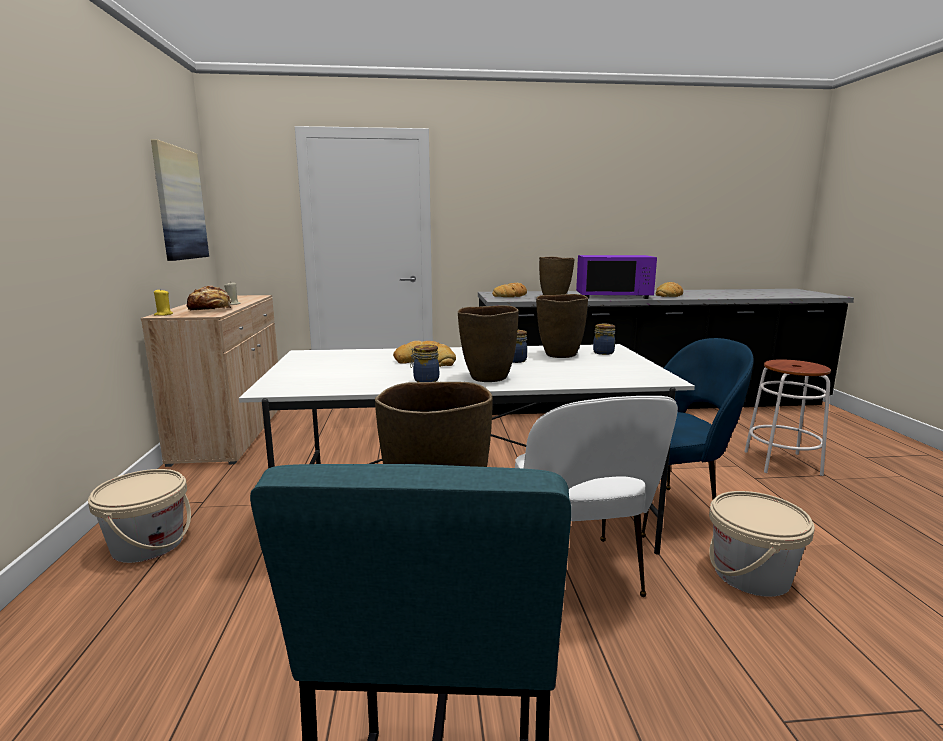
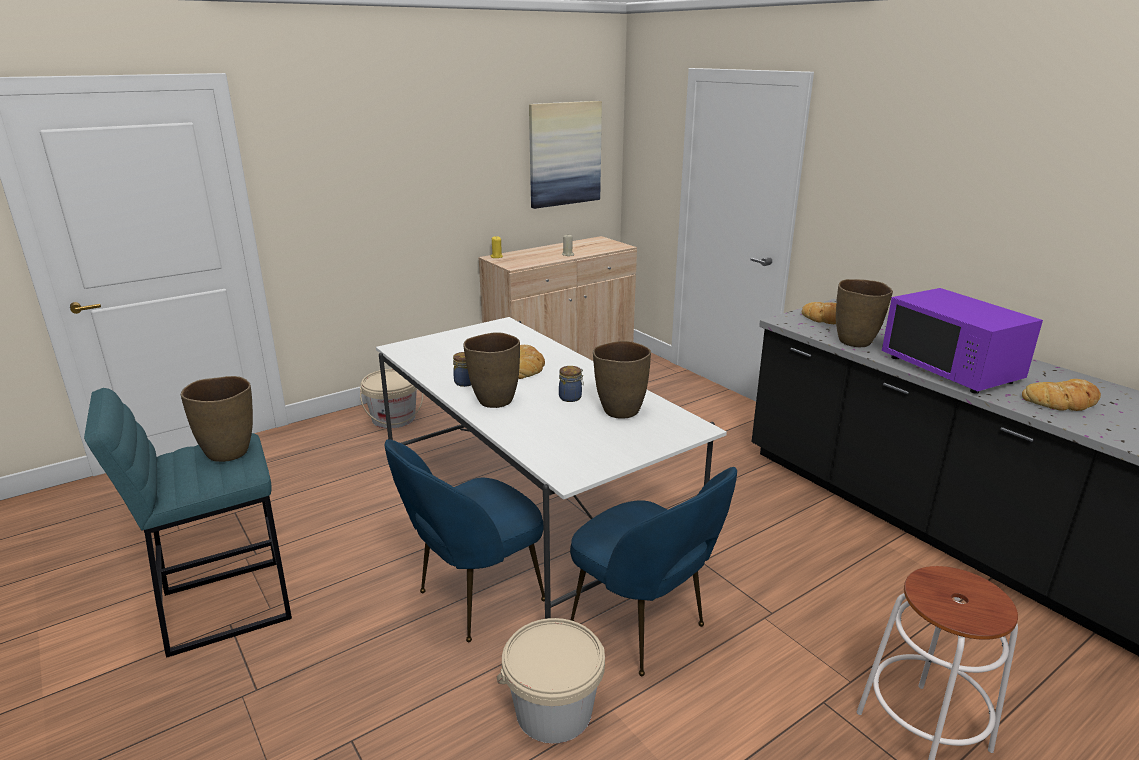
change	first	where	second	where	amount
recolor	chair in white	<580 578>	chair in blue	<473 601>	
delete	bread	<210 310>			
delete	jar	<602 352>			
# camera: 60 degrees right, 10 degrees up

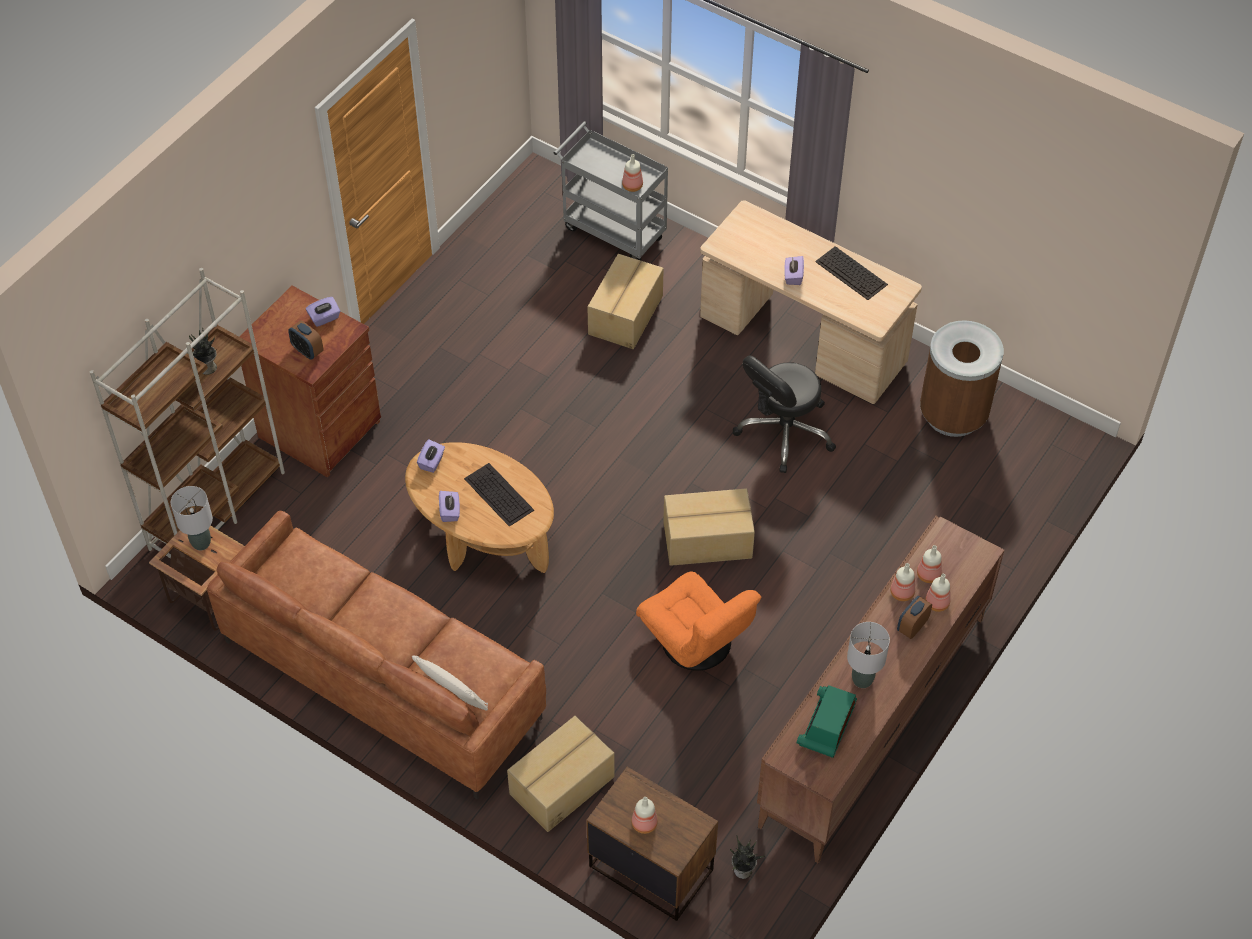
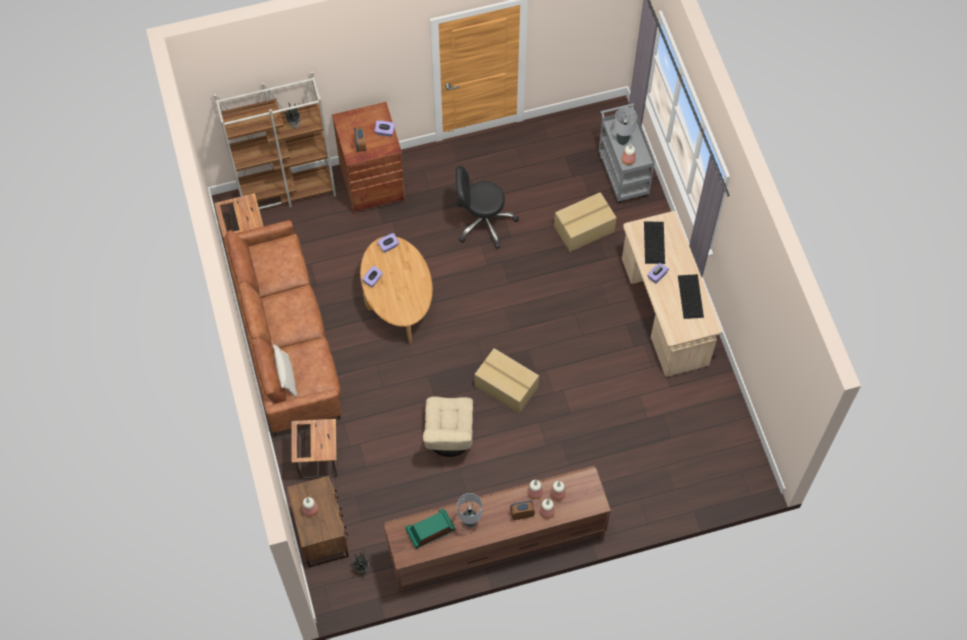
change	first	where	second	where	amount
replace	cardboard box	<561 784>	side table	<318 458>	
recolor	armchair in orange	<694 642>	armchair in beige	<448 436>	
move	office chair in black	<782 434>		<481 221>	
move	table lamp in grey	<201 543>		<622 140>	
move	keyboard	<498 494>		<654 242>	
delete	trash can in brown	<953 414>			
# camera: 40 degrees right, 10 degrees up

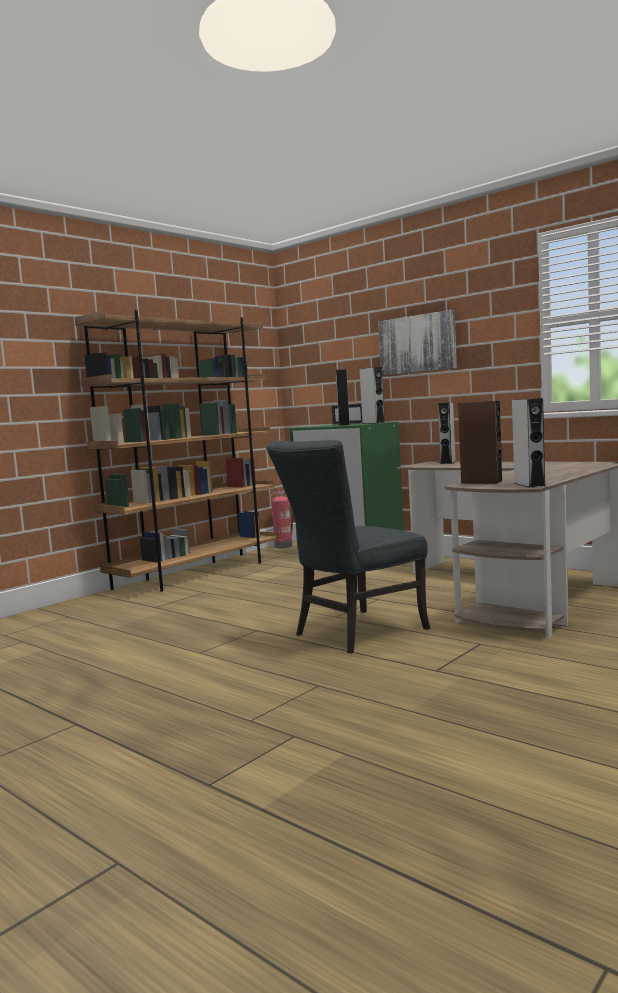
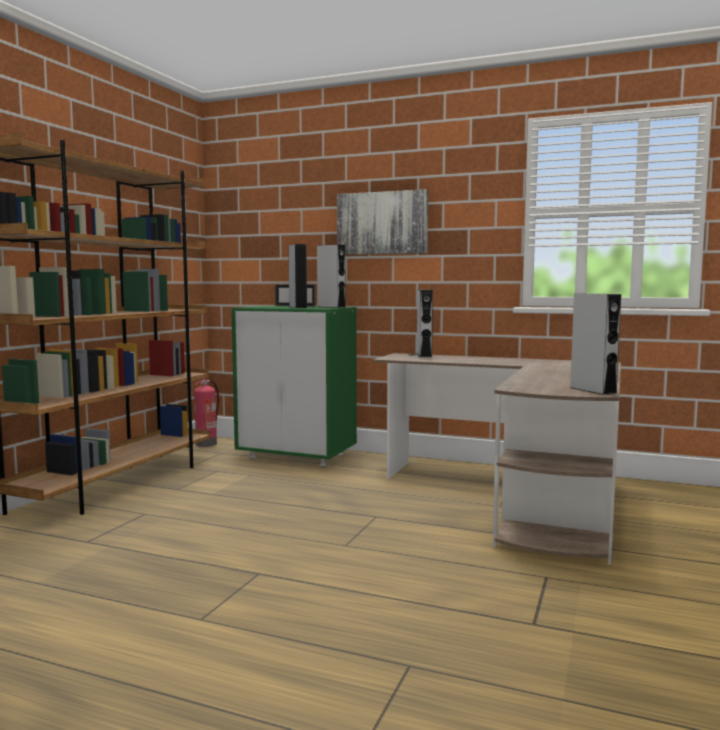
change	first	where	second	where	amount
delete	chair in grey	<353 633>			
delete	speaker in brown	<481 482>			
# camera: 20 degrees left, 0 degrees up

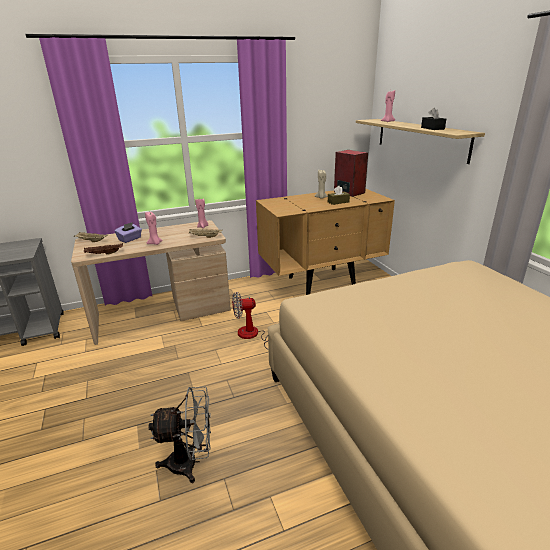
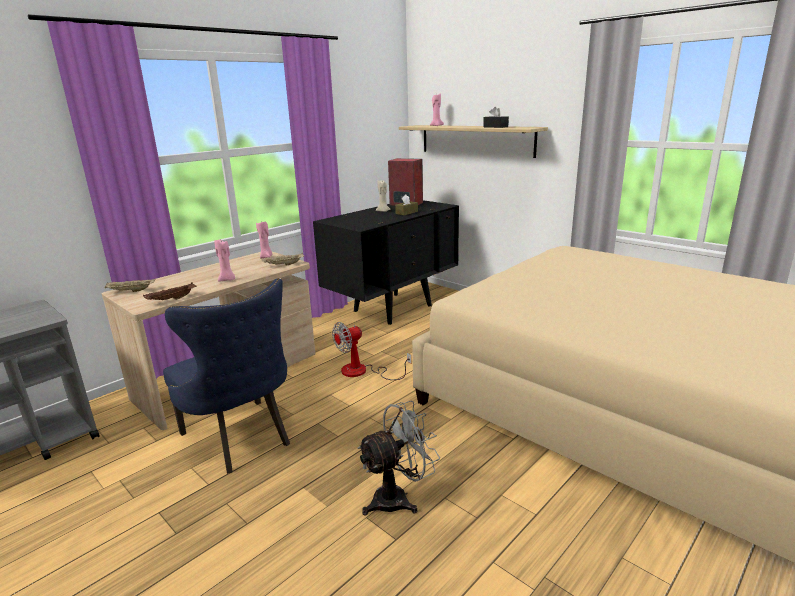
change	first	where	second	where	amount
insert			chair in blue	<241 438>	
recolor	dresser in beige	<322 282>	dresser in black	<393 308>	
delete	tissue box in purple	<130 239>			
# camera: 25 degrees left, 5 degrees down

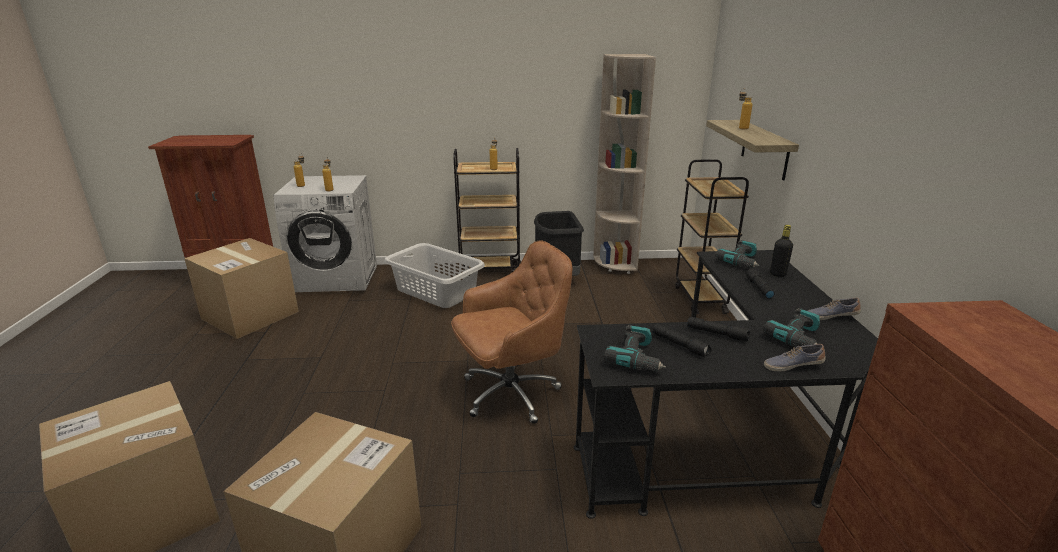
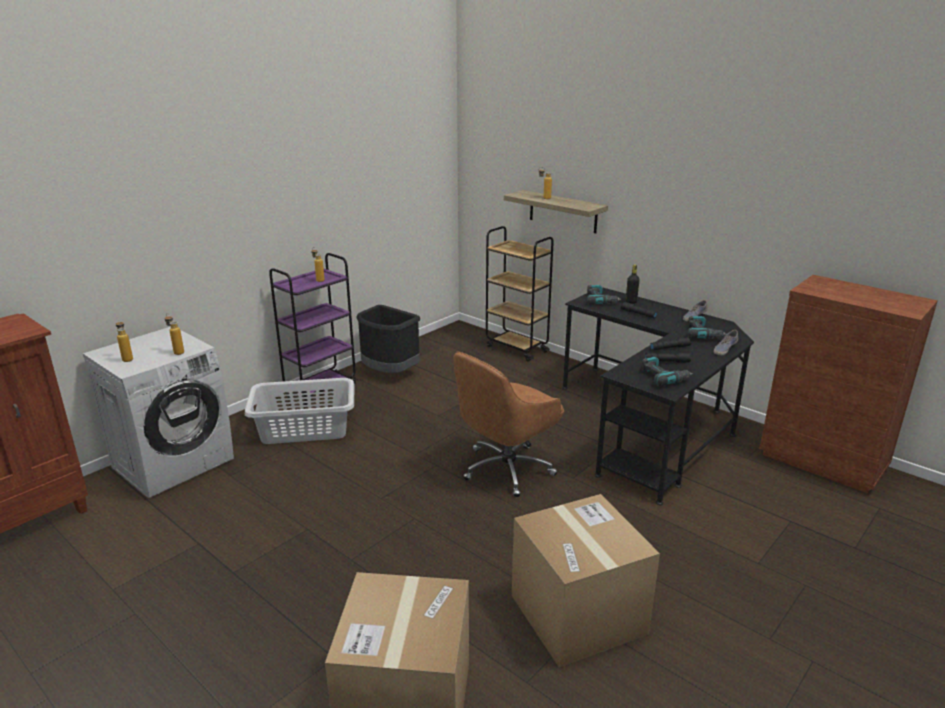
change	first	where	second	where	amount
recolor	cart in brown	<491 270>	cart in purple	<321 390>	
rotate	office chair in brown	<511 393>		<506 469>	150 degrees counterclockwise
delete	cardboard box	<250 315>			
delete	bookcase in beige	<615 267>			
# camera: 45 degrees left, 0 degrees up

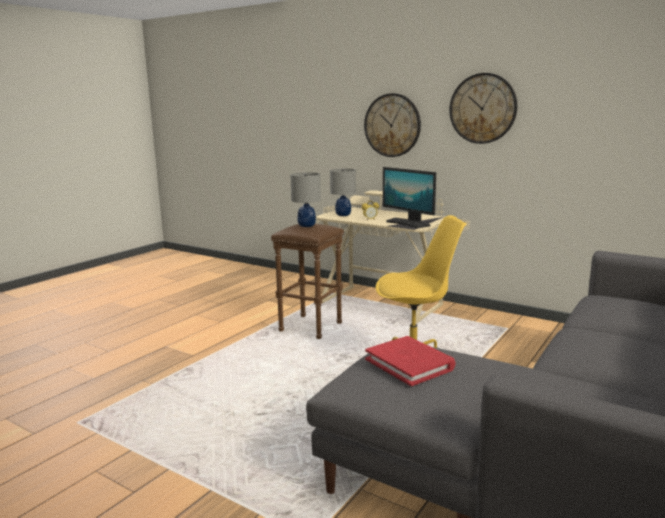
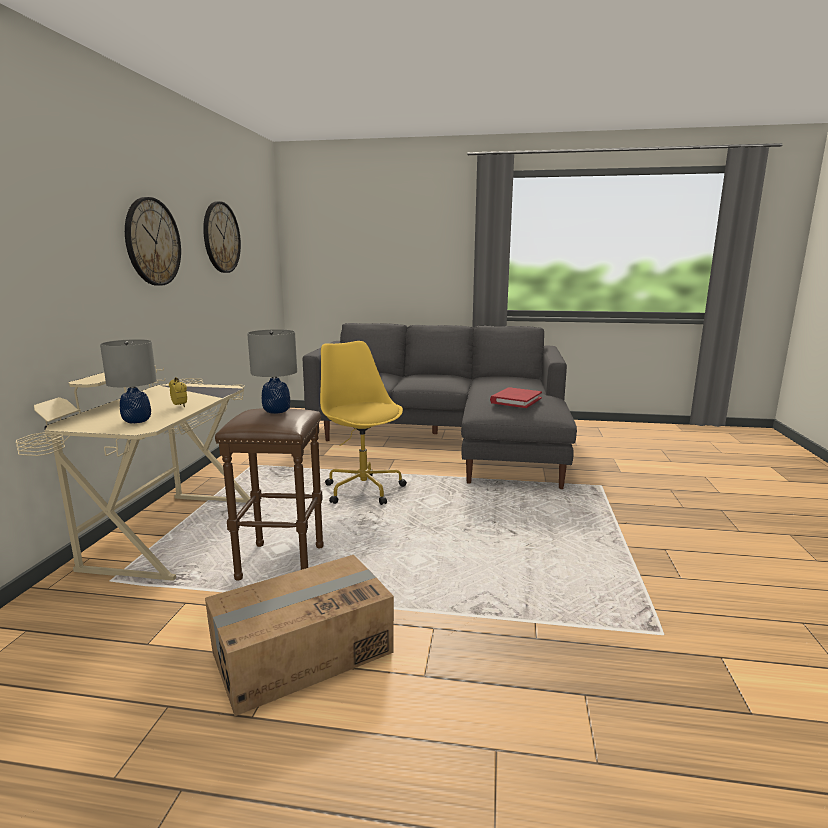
change	first	where	second	where	amount
move	wall clock	<392 125>		<221 237>	
insert			cardboard box	<302 652>	
delete	monitor	<408 223>			
# camera: 115 degrees left, 0 degrees up

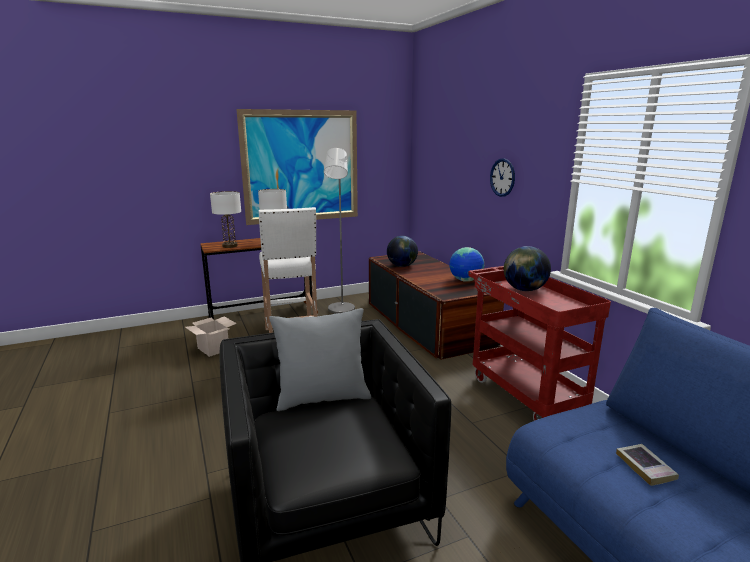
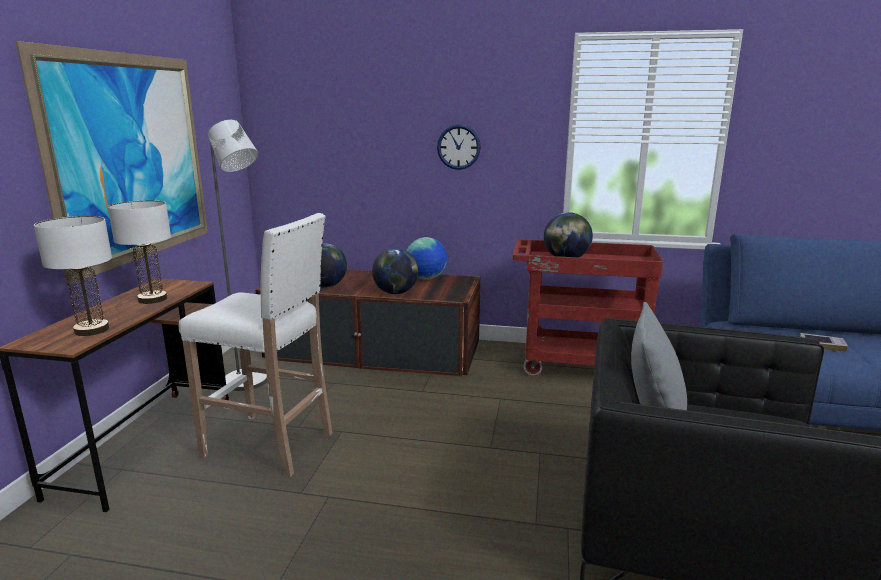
change	first	where	second	where	amount
insert			globe	<396 293>	
delete	cardboard box	<214 349>			
# camera: 55 degrees left, 0 degrees up

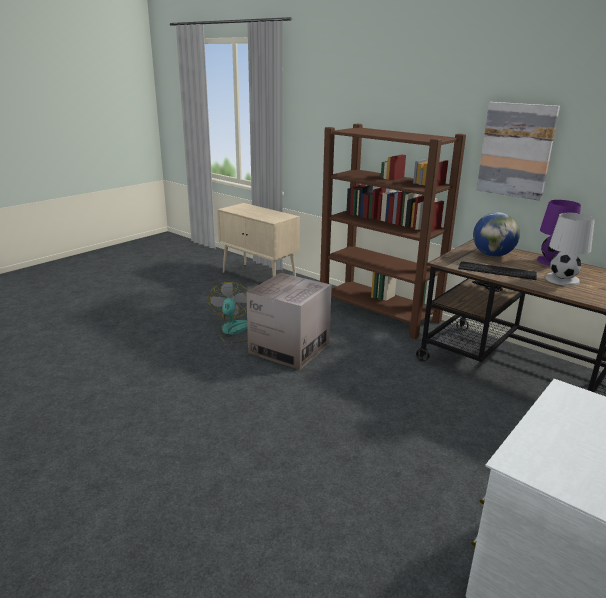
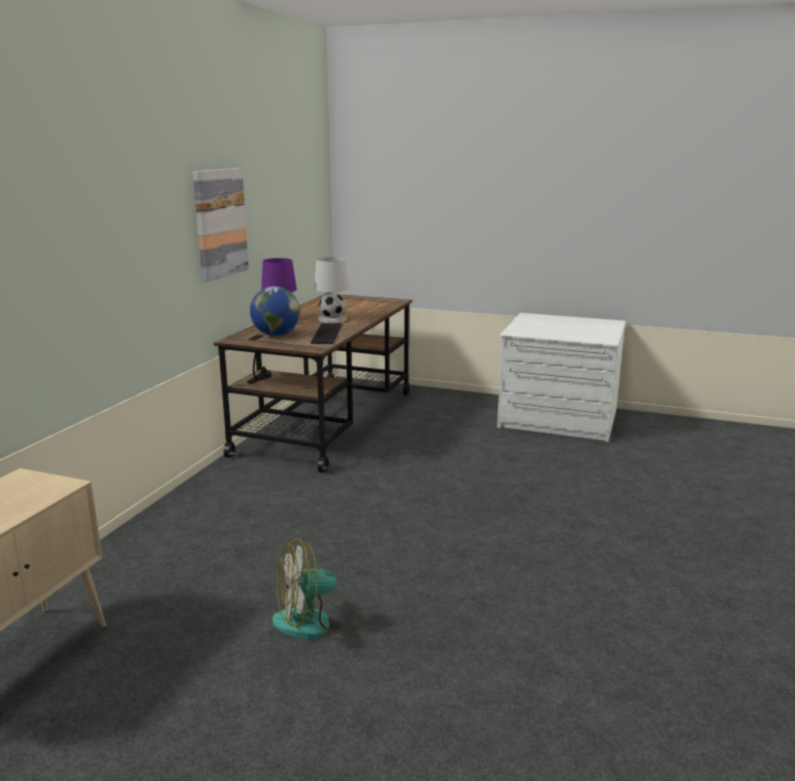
change	first	where	second	where	amount
delete	cardboard box	<289 348>			
delete	bookcase in brown	<378 313>			
# camera: 110 degrees left, 5 degrees down

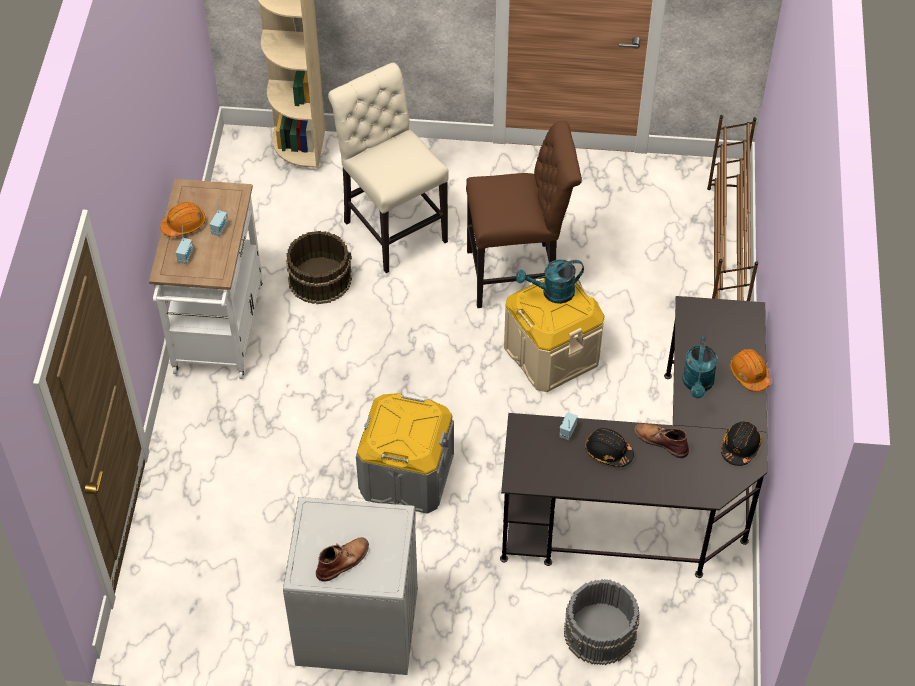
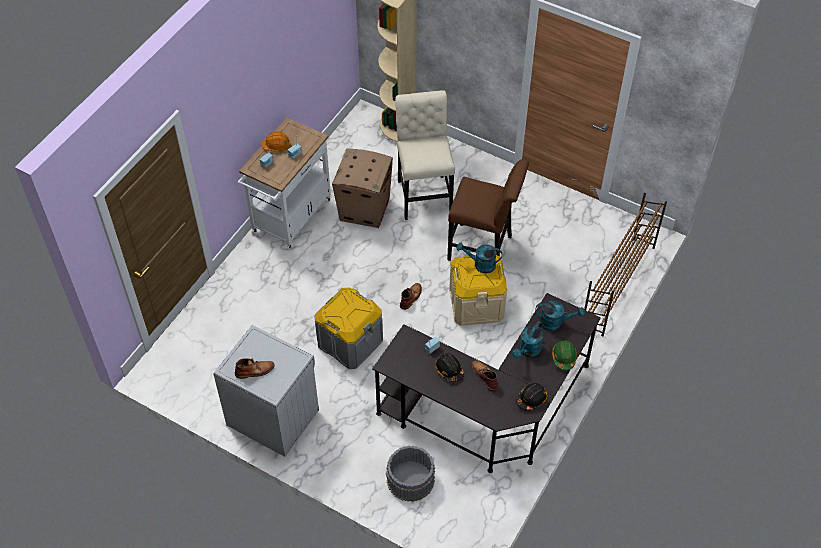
change	first	where	second	where	amount
replace	bucket in brown	<320 278>	cardboard box	<365 209>	
insert			boot in brown	<411 297>	
insert			watering can in turquoise	<555 322>	
recolor	hard hat in orange	<749 374>	hard hat in green	<564 357>	
# camera: 25 degrees right, 0 degrees up

